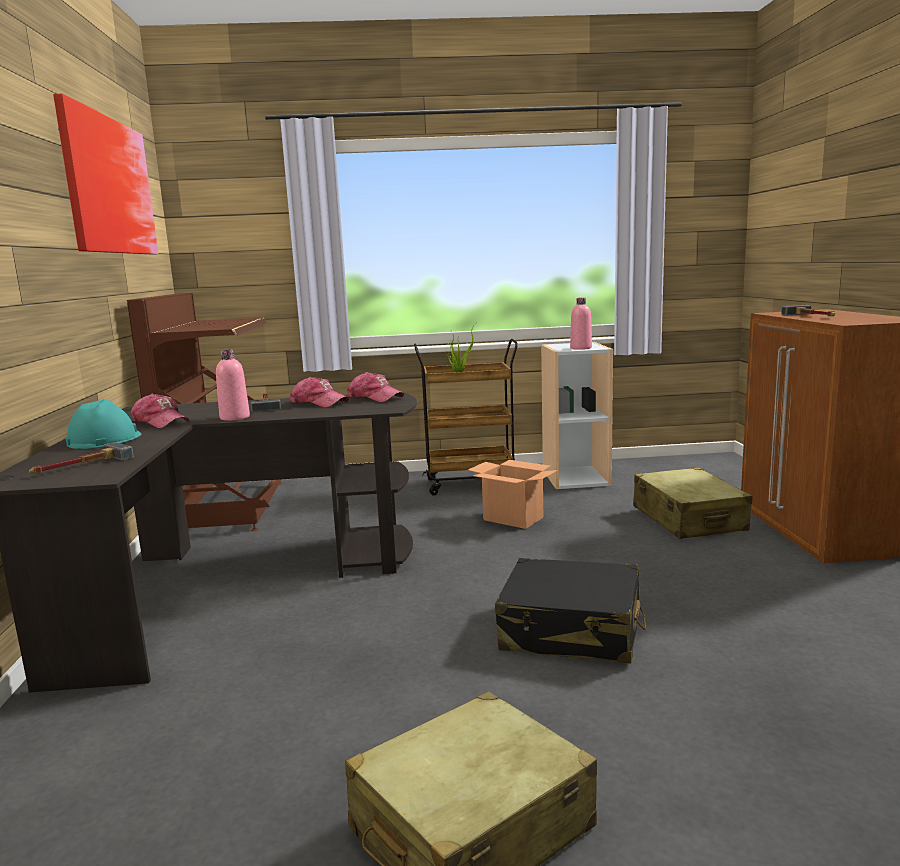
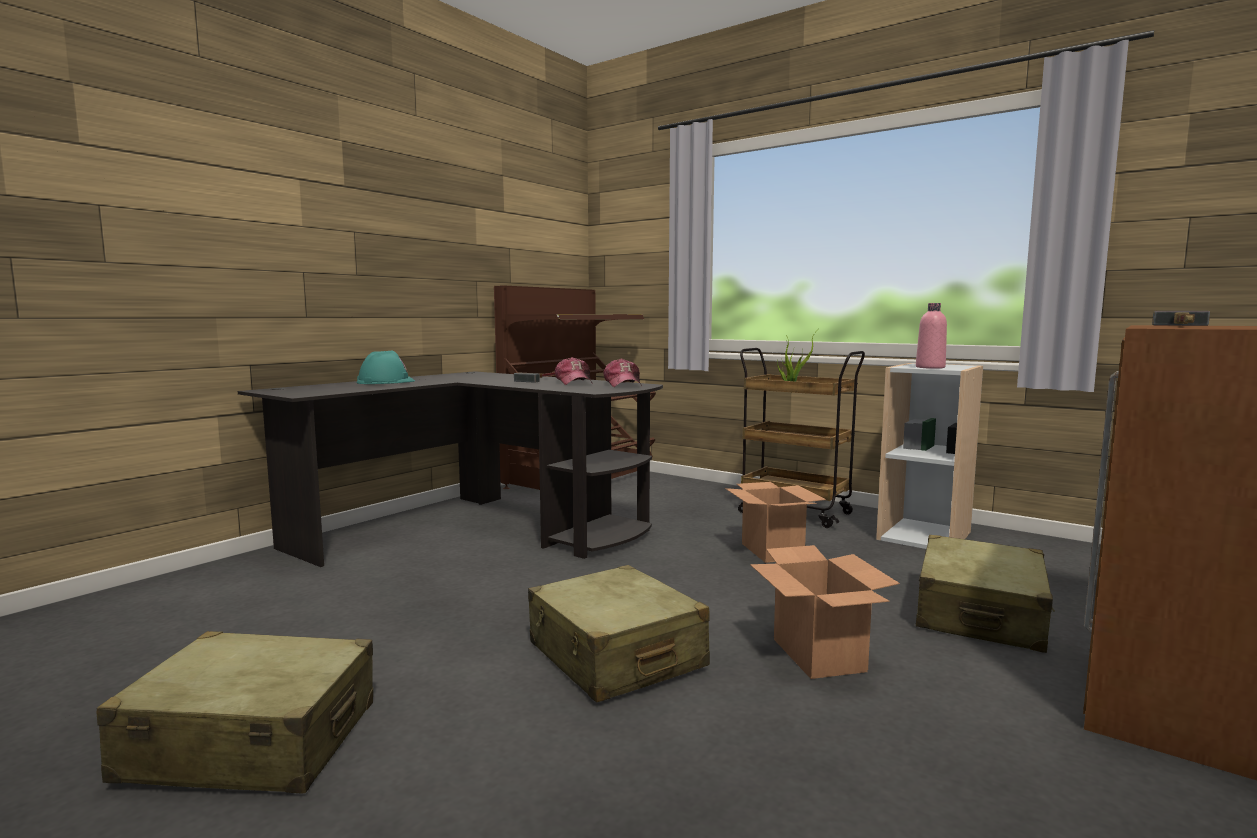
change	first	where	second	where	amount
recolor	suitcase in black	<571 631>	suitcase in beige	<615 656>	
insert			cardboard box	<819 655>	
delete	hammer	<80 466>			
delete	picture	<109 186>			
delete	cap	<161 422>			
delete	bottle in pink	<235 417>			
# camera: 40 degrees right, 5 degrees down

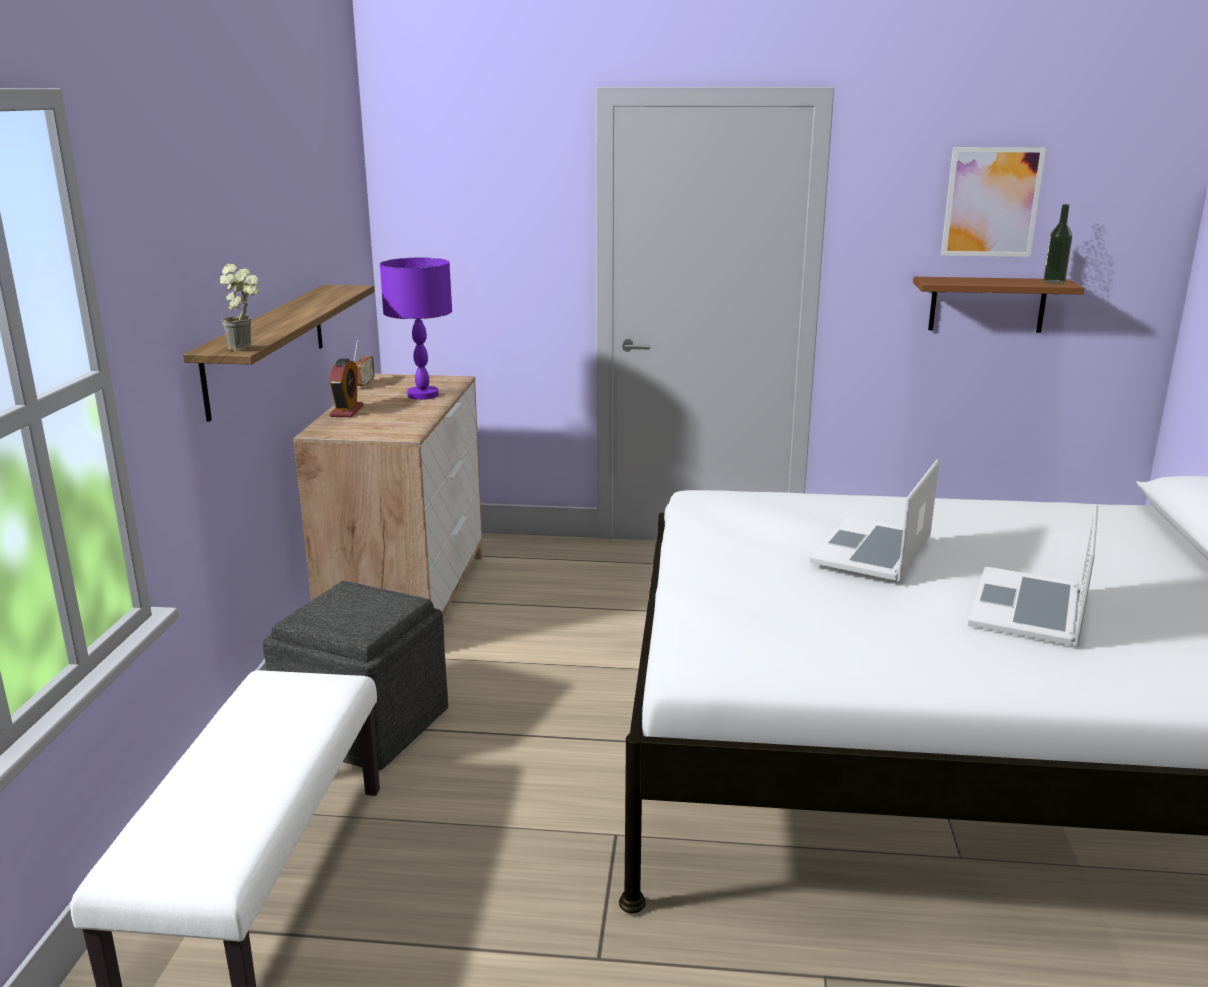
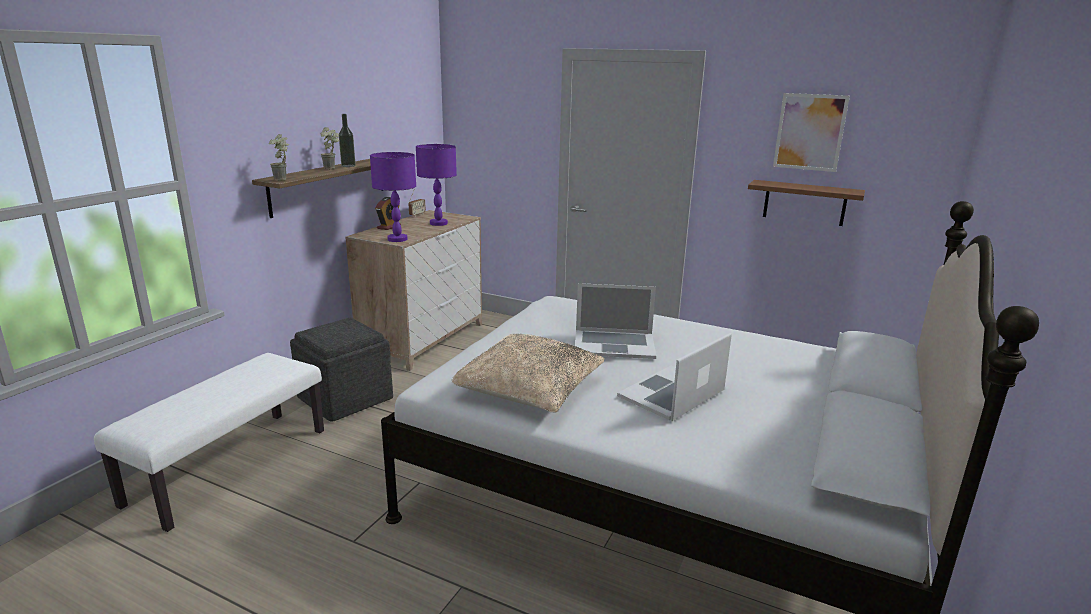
change	first	where	second	where	amount
insert			potted plant	<333 169>	
move	bottle	<1054 281>		<348 166>	
insert			table lamp in purple	<398 239>	
insert			pillow in beige	<528 388>	
rotate	laptop	<873 549>		<614 344>	135 degrees counterclockwise
# camera: 20 degrees right, 0 degrees up

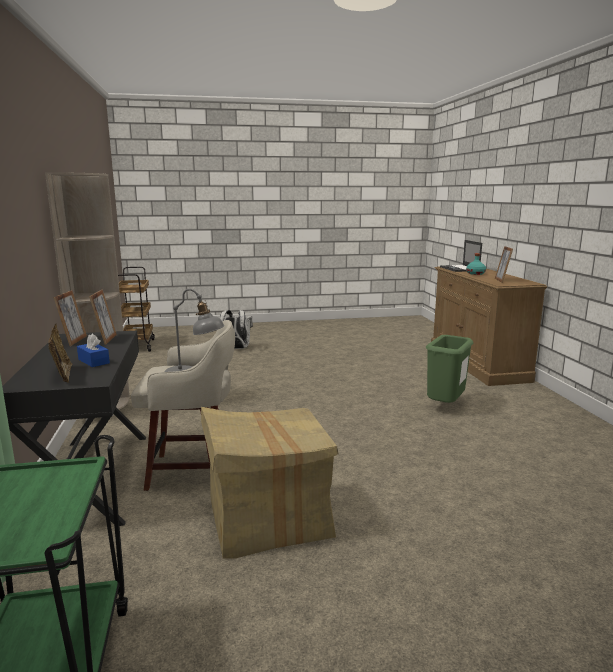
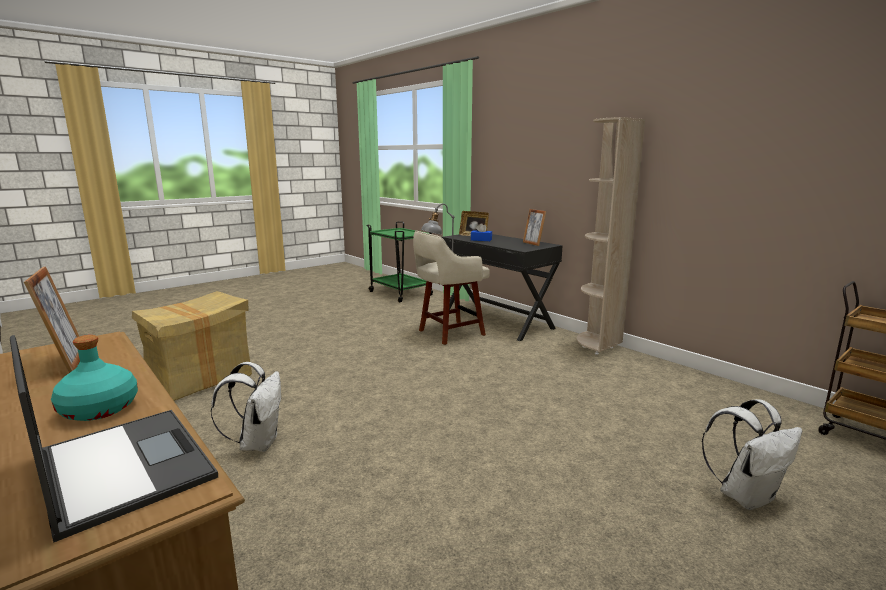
change	first	where	second	where	amount
move	cardboard box	<268 519>		<199 377>	
replace	trash can in green	<445 407>	backpack in white	<257 443>	
delete	picture frame	<106 339>			
# camera: 150 degrees right, 0 degrees up

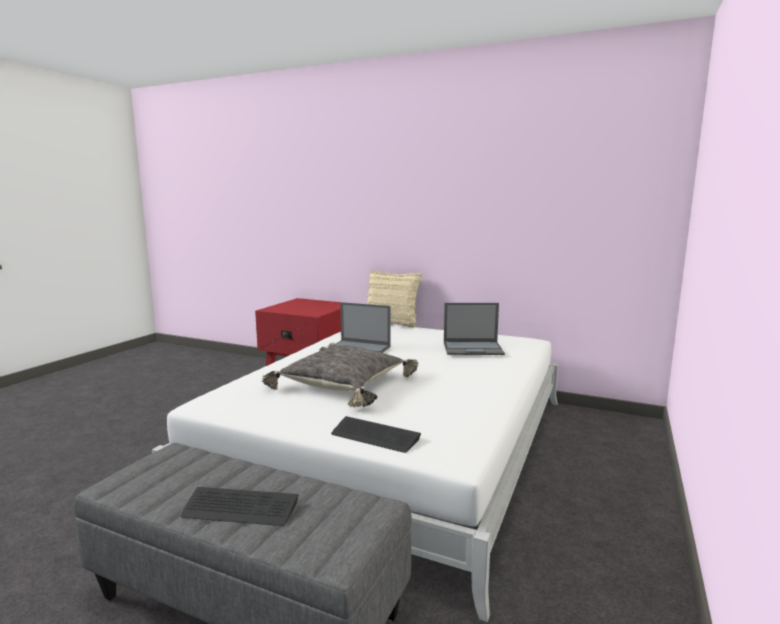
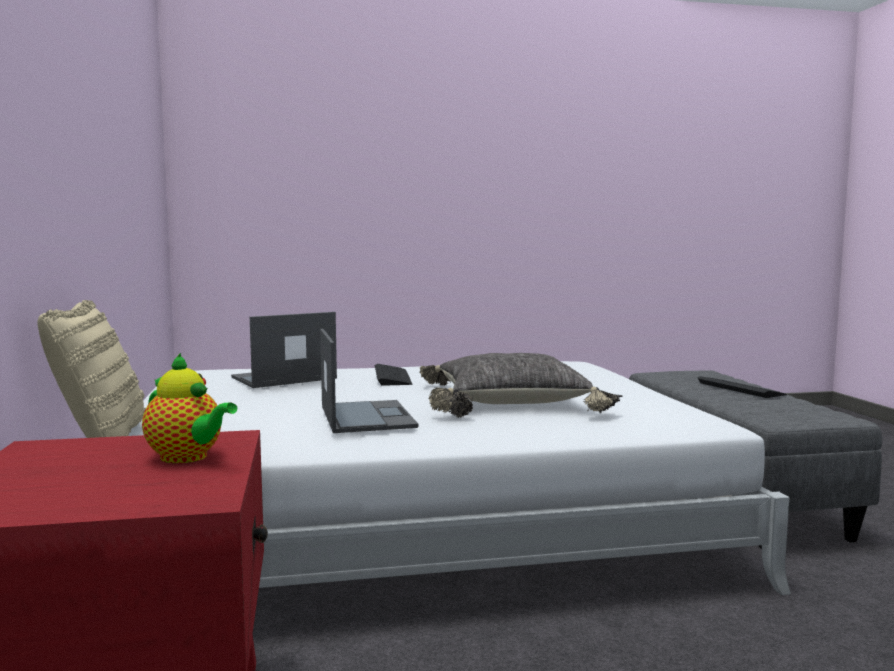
change	first	where	second	where	amount
insert			teapot	<187 458>	
rotate	laptop	<473 348>		<283 378>	90 degrees counterclockwise
move	keyboard	<375 436>		<392 377>	
# camera: 125 degrees left, 5 degrees down

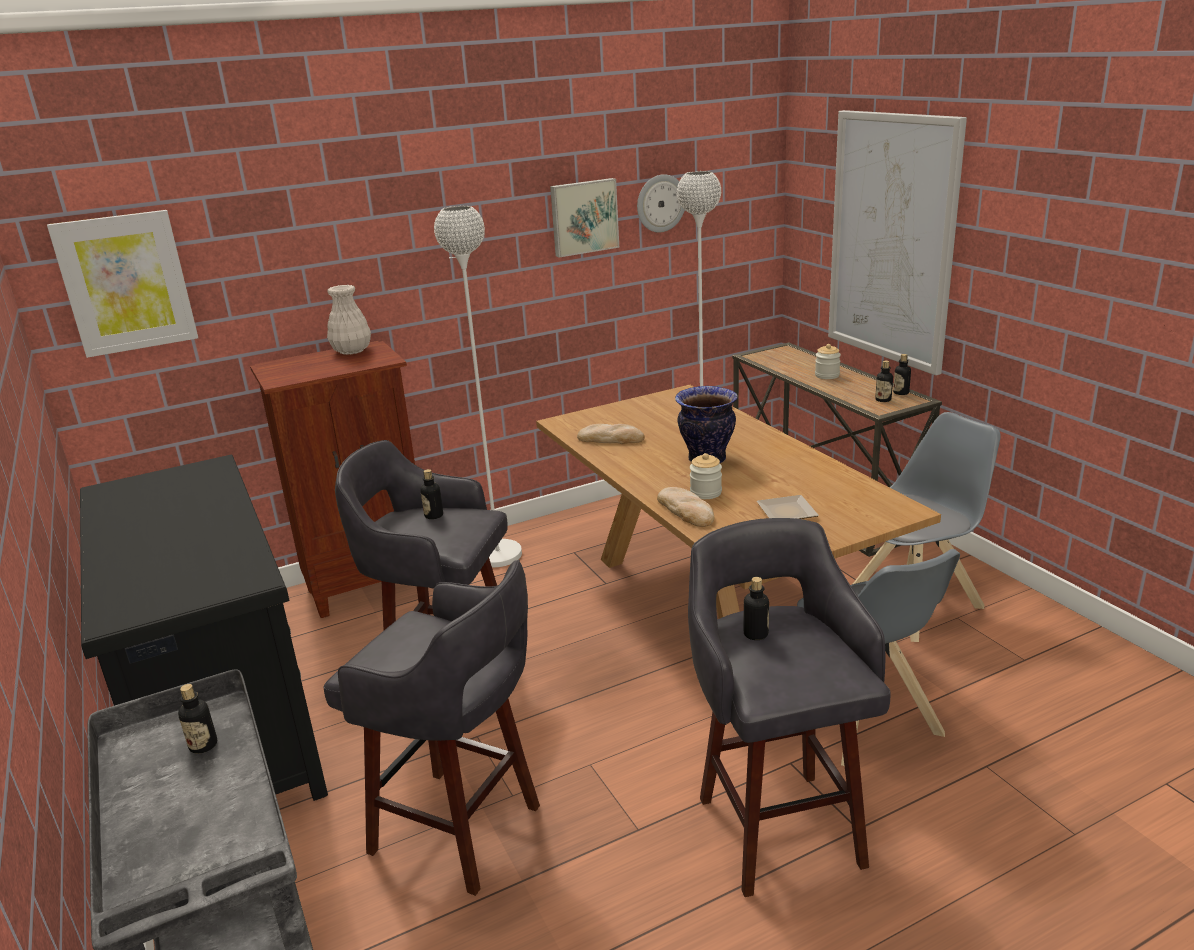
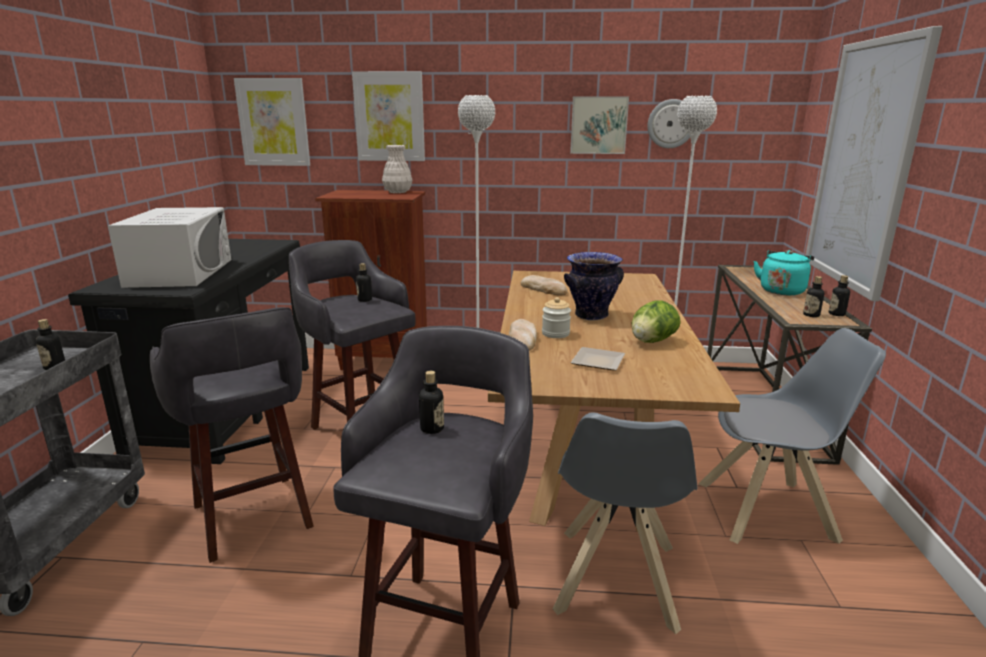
change	first	where	second	where	amount
insert			microwave in white	<180 272>	
insert			picture	<389 117>	
insert			lettuce	<652 341>	
replace	jar	<827 375>	kettle in turquoise	<782 290>	
# camera: 30 degrees right, 5 degrees down

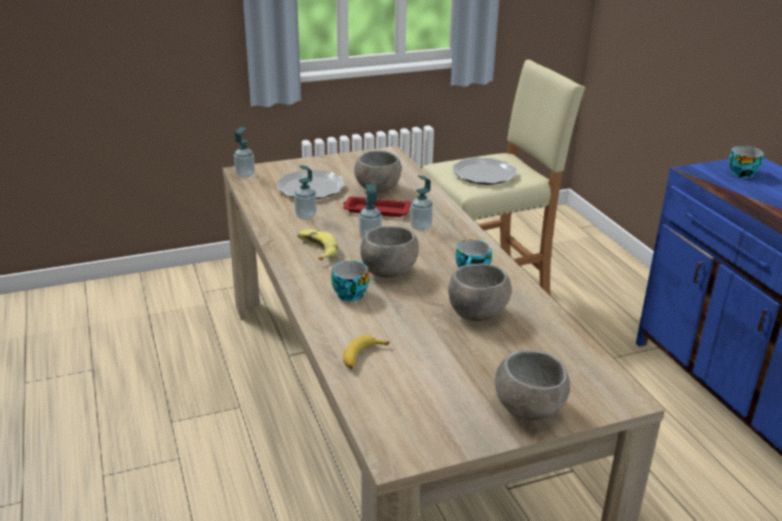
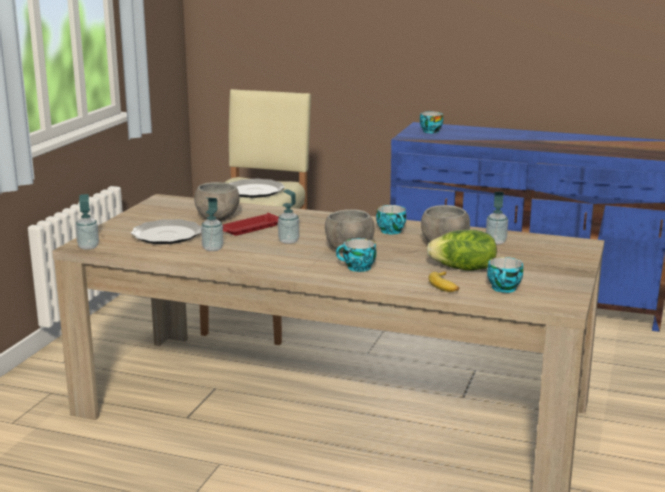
change	first	where	second	where	amount
insert			lettuce	<463 269>	
move	soap dispenser	<420 227>		<496 242>	
insert			cup	<505 289>	
delete	banana	<317 249>			
delete	bowl in grey	<528 409>			
# camera: 50 degrees left, 10 degrees down

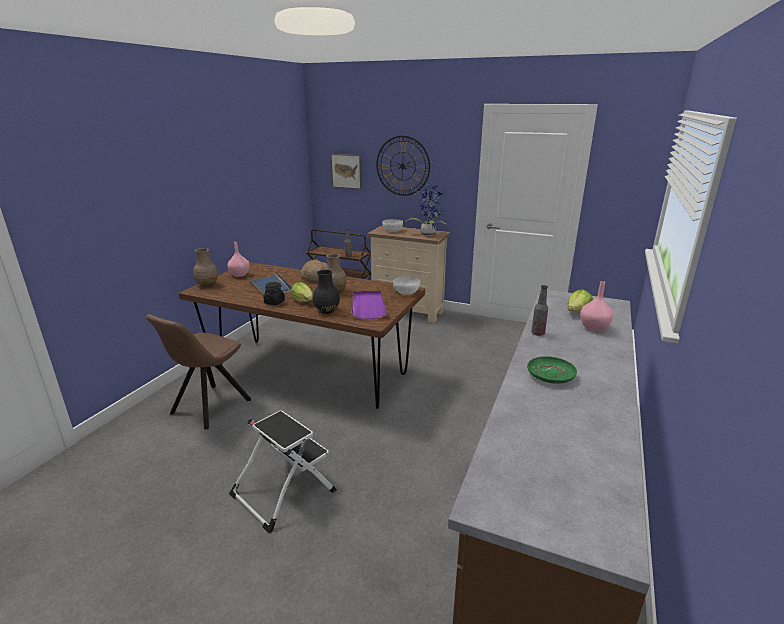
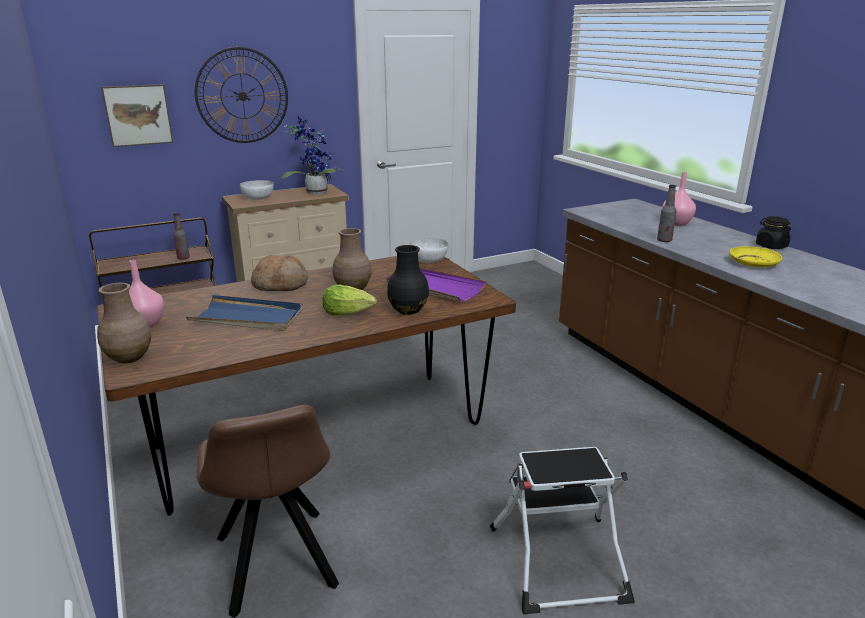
change	first	where	second	where	amount
recolor	plate in green	<550 376>	plate in yellow	<753 263>	
move	jar in black	<274 302>		<771 246>	
delete	lettuce	<577 312>			
# camera: 50 degrees left, 0 degrees up

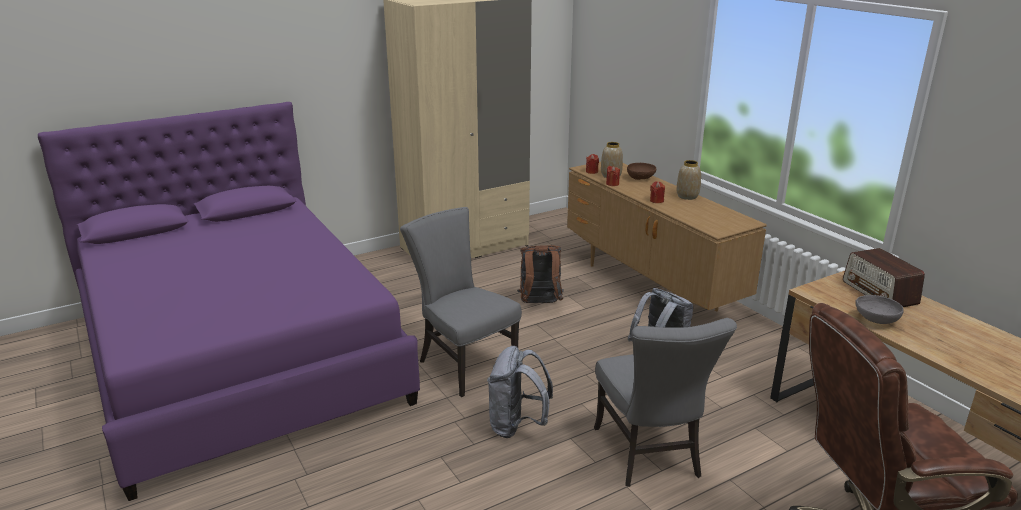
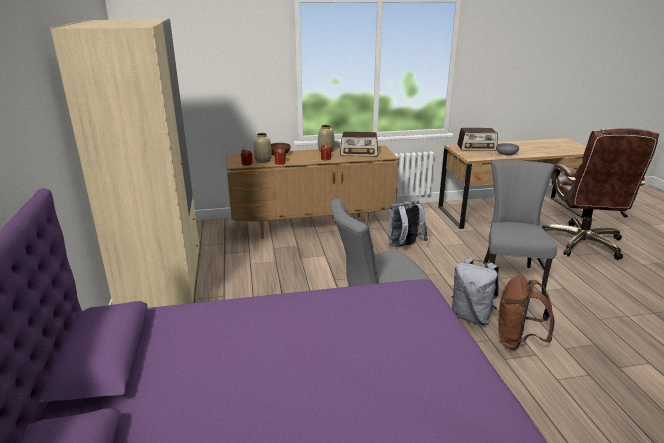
change	first	where	second	where	amount
insert			radio	<359 153>	
rotate	chair in grey	<650 456>		<509 276>	90 degrees counterclockwise
move	backpack in brown	<539 304>		<517 341>	
# camera: 70 degrees left, 0 degrees up

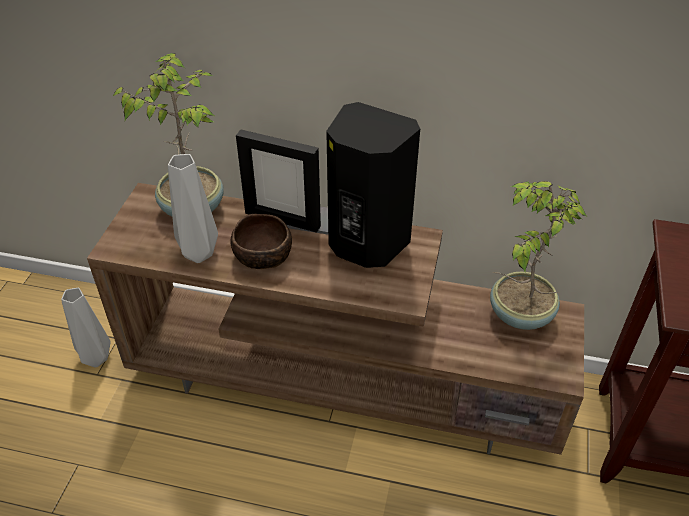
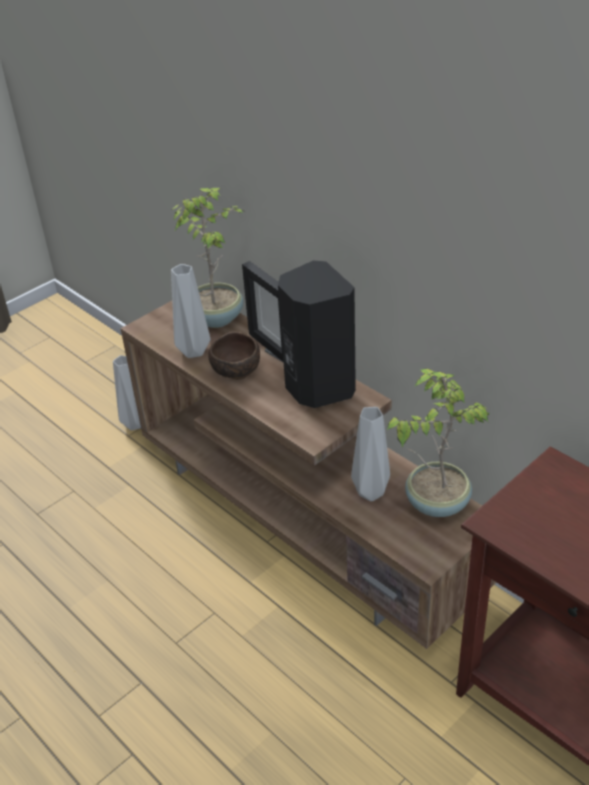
change	first	where	second	where	amount
insert			vase in grey	<372 492>	
# camera: 35 degrees right, 5 degrees down

